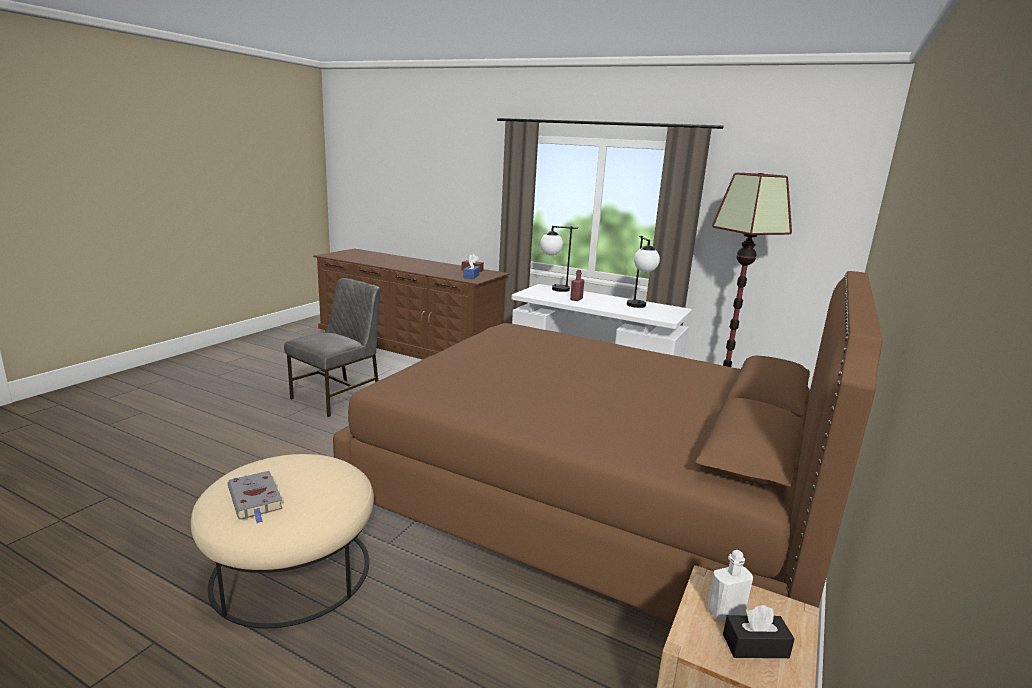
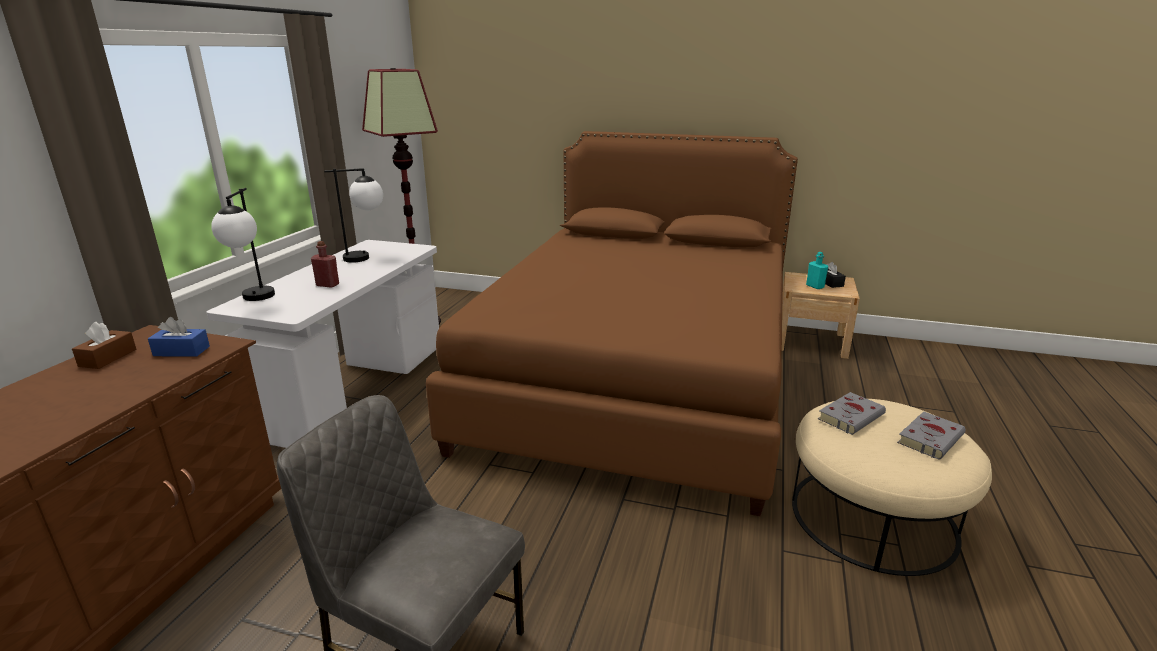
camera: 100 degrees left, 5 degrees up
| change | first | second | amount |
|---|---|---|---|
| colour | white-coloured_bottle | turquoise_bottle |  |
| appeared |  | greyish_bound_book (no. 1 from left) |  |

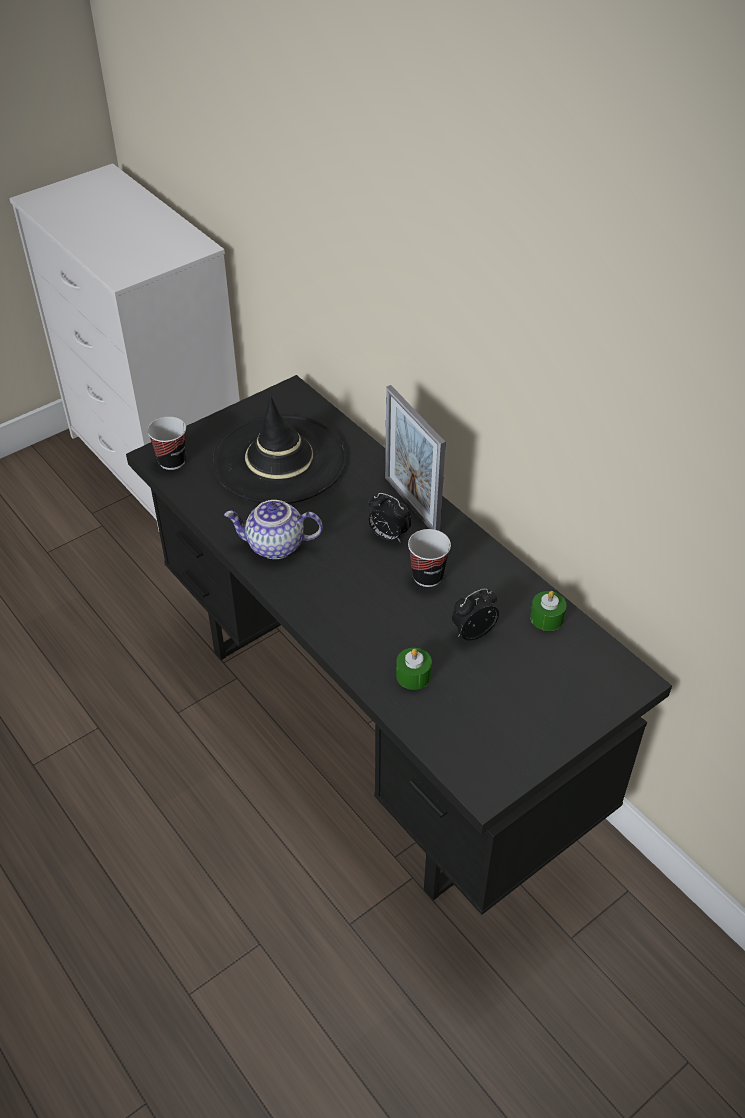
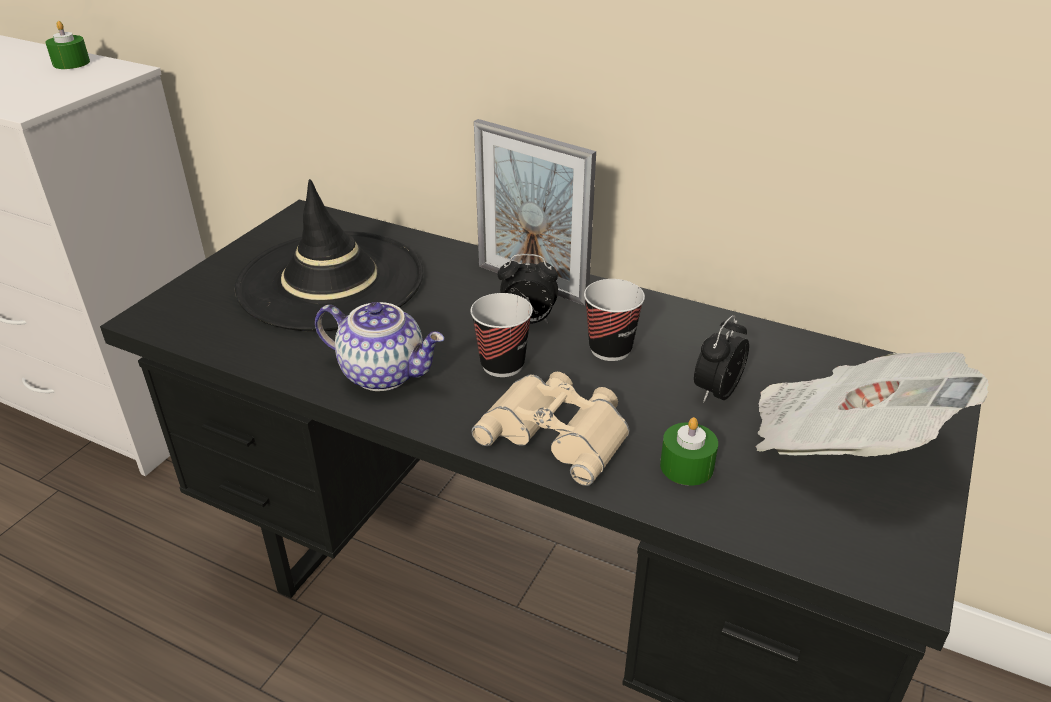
camera: 25 degrees left, 10 degrees down
| change | first | second | amount |
|---|---|---|---|
| relocated | green-coloured_wax_light (no. 2 from left in the first image) | green-coloured_wax_light (no. 1 from left) |  |
| spun | tea_pot |  | 135 degrees counterclockwise |
| relocated | cup (no. 1 from left) |  |  |
| appeared |  | beige-coloured_pair_of_binoculars |  |
| appeared |  | daily_paper |  |

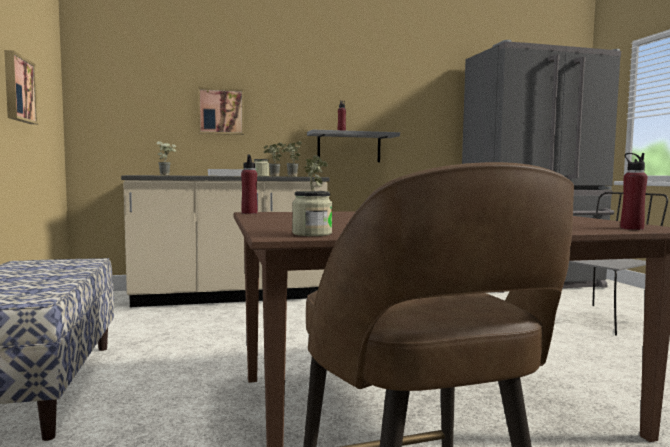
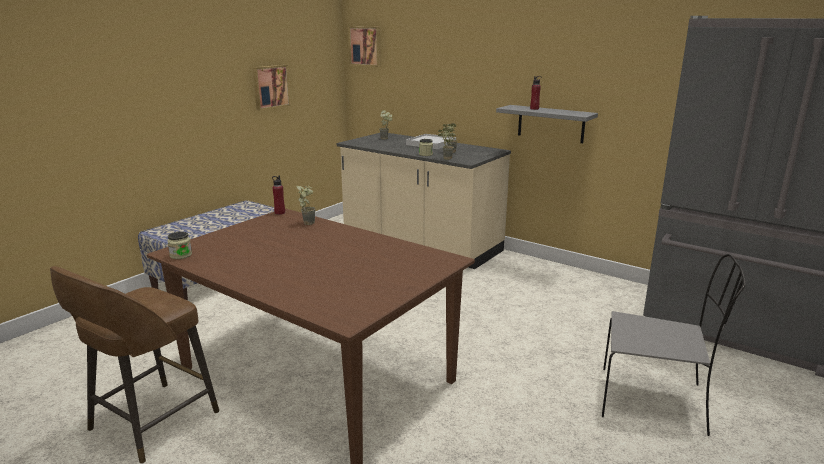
camera: 50 degrees right, 15 degrees up
| change | first | second | amount |
|---|---|---|---|
| relocated | picture (no. 2 from left) |  |  |
| missing | reddish_bottle (no. 3 from left) |  |  |

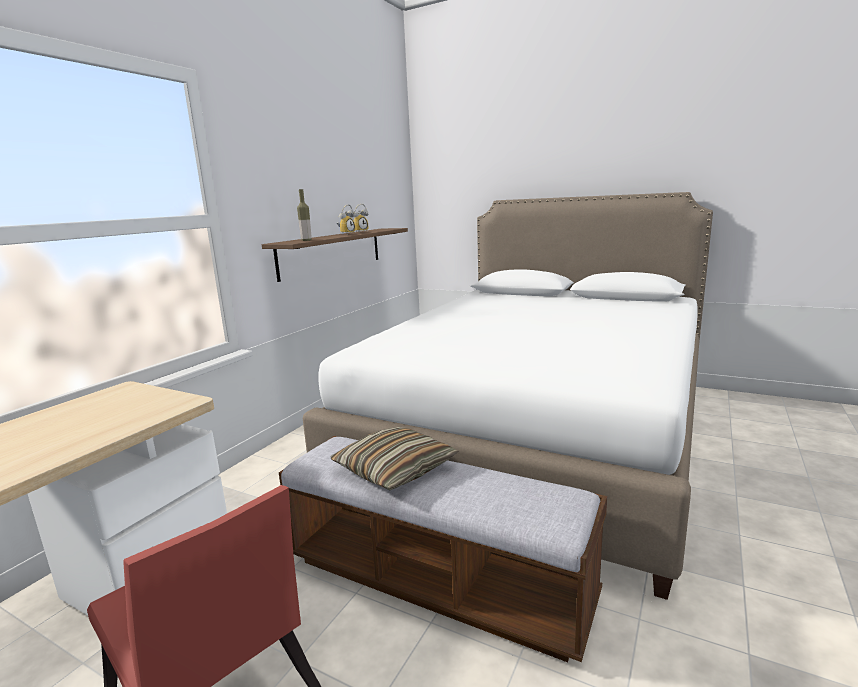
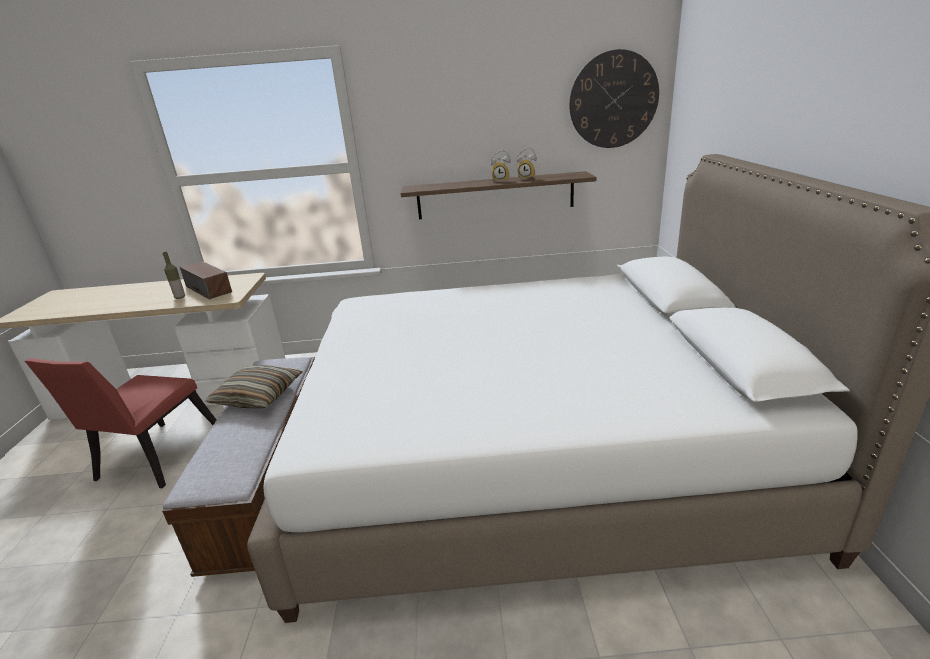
camera: 60 degrees right, 10 degrees up
| change | first | second | amount |
|---|---|---|---|
| relocated | bottle |  |  |
| appeared |  | speaker |  |
| appeared |  | clock_on_the_wall |  |

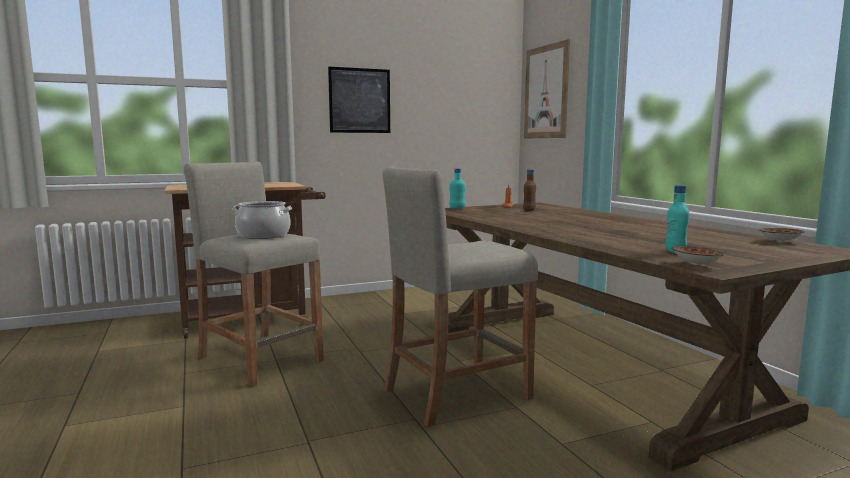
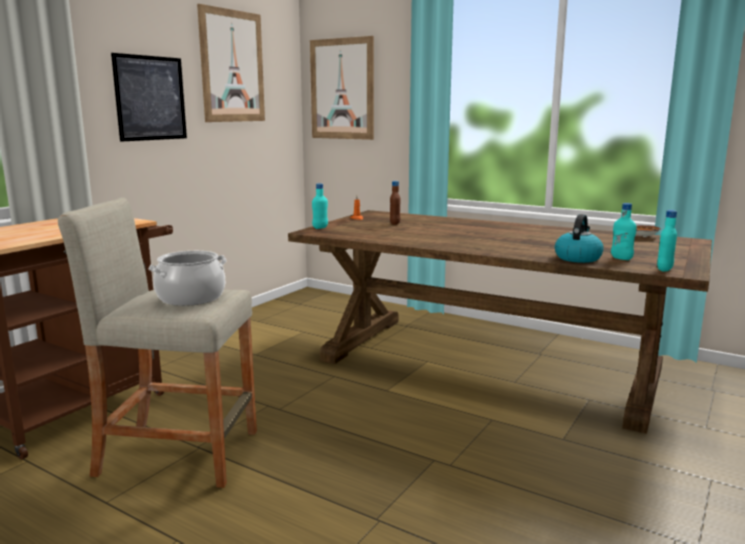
camera: 35 degrees left, 5 degrees up
| change | first | second | amount |
|---|---|---|---|
| appeared |  | picture (no. 2 from left) |  |
| appeared |  | kettle |  |
| exchanged | bowl (no. 1 from left) | turquoise_bottle (no. 3 from left) |  |
| missing | beige-coloured_stool (no. 2 from left) |  |  |

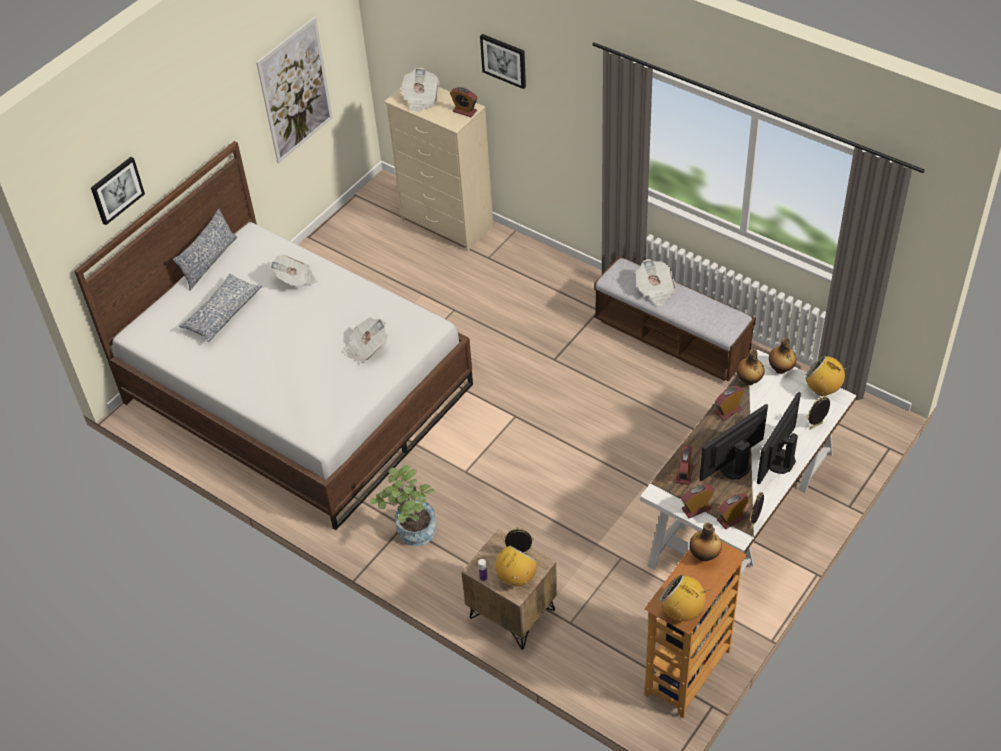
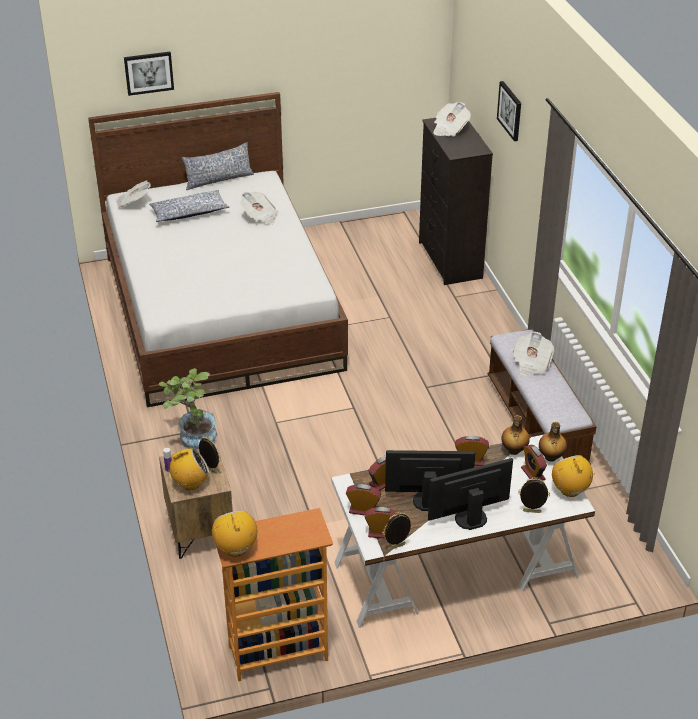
camera: 35 degrees right, 10 degrees down
| change | first | second | amount |
|---|---|---|---|
| relocated | daily_paper (no. 2 from left in the first image) | daily_paper (no. 1 from left) |  |
| colour | beige-coloured_drawer_chest | black-coloured_drawer_chest |  |
| relocated | alarm_clock (no. 1 from left in the first image) | alarm_clock (no. 5 from left) |  |
| missing | picture (no. 2 from left) |  |  |
| missing | bottle (no. 2 from left) |  |  |

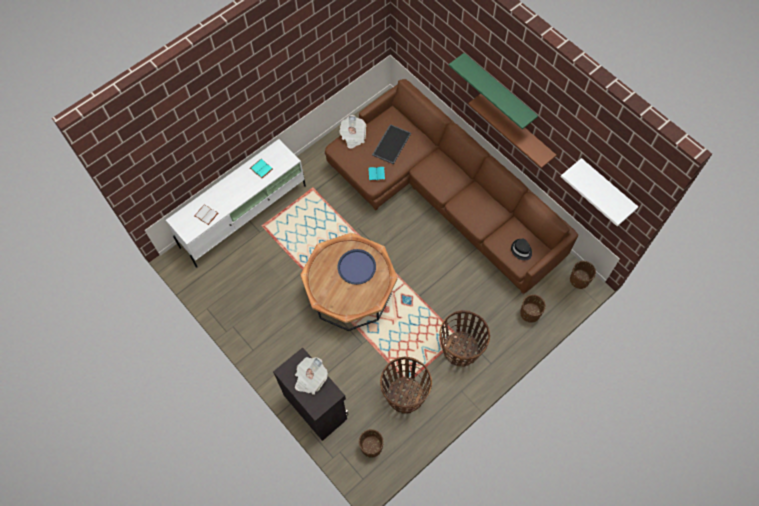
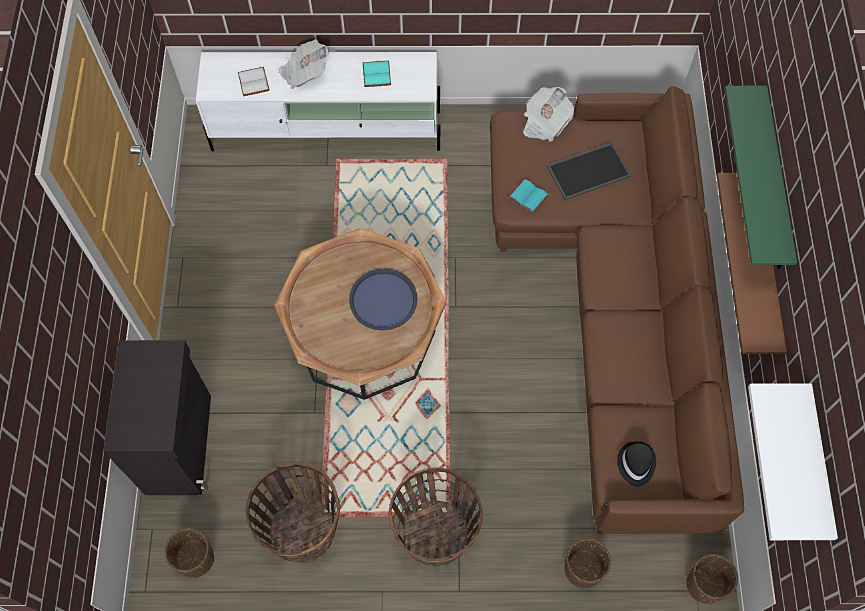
camera: 40 degrees right, 0 degrees up
| change | first | second | amount |
|---|---|---|---|
| relocated | daily_paper (no. 1 from left) |  |  |

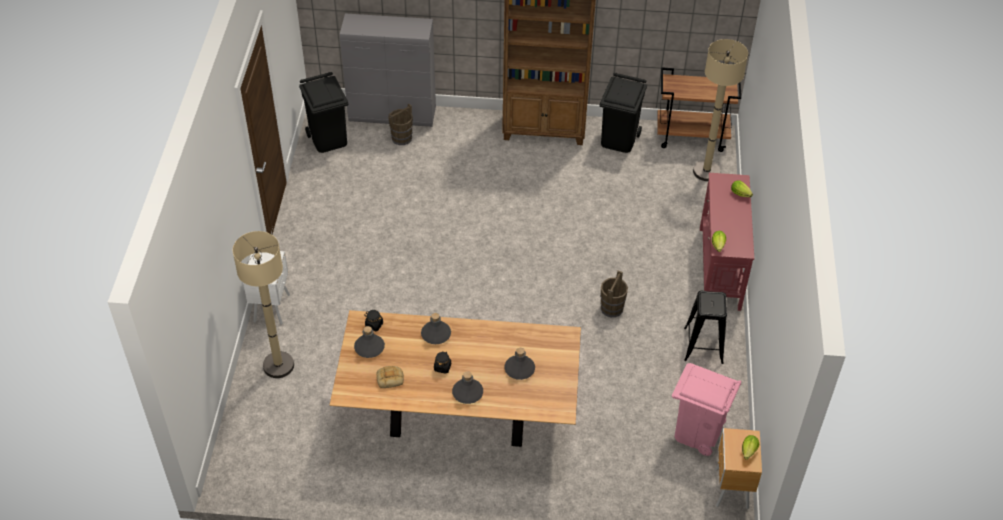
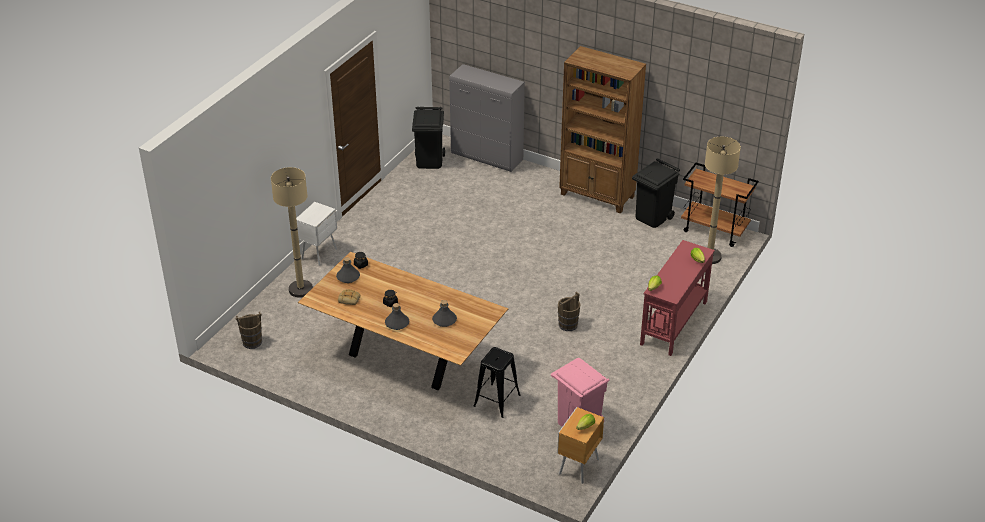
camera: 25 degrees right, 10 degrees down
| change | first | second | amount |
|---|---|---|---|
| relocated | brown_pail (no. 1 from left) |  |  |
| relocated | black-coloured_stool |  |  |
| missing | greyish_bottle (no. 2 from left) |  |  |

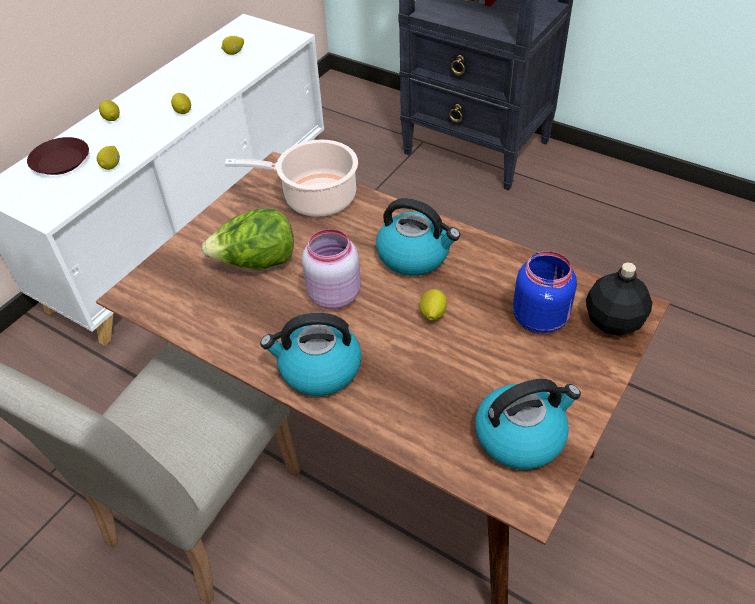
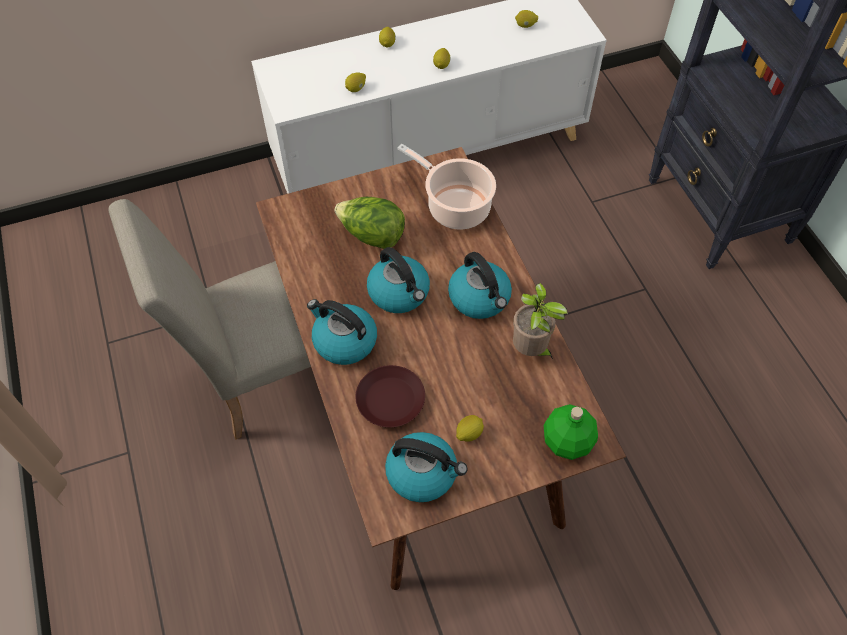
camera: 35 degrees right, 10 degrees up
| change | first | second | amount |
|---|---|---|---|
| relocated | brown_dinner_plate |  |  |
| exchanged | pink-coloured_storage_jar | kettle (no. 2 from left) |  |
| relocated | citrus_fruit (no. 5 from left in the first image) | citrus_fruit (no. 4 from left) |  |
| appeared |  | houseplant |  |
| colour | black-coloured_bottle | green-coloured_bottle |  |
| missing | blue-coloured_storage_jar |  |  |

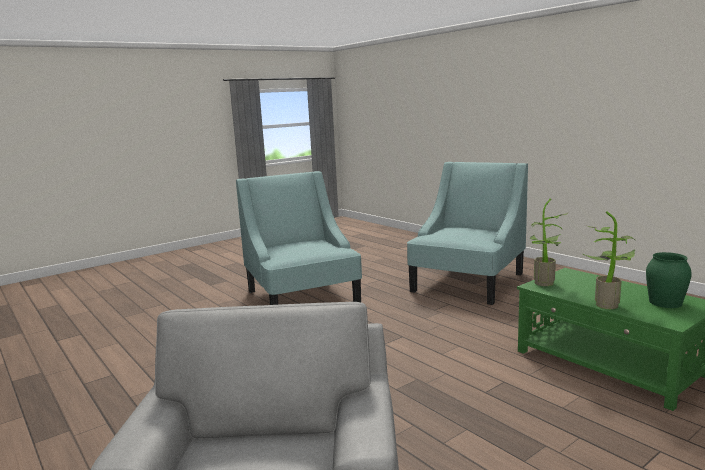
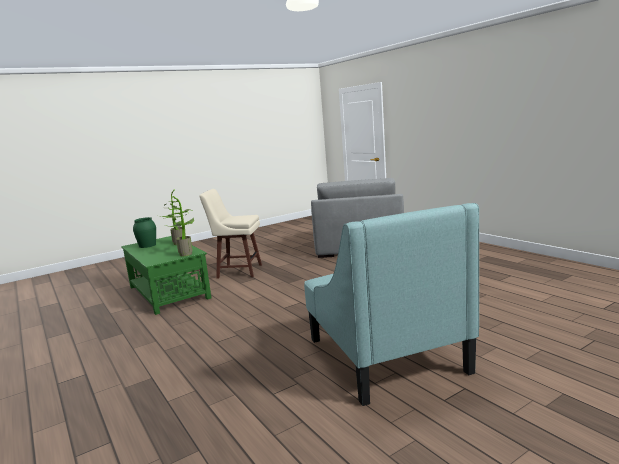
camera: 175 degrees left, 0 degrees up
| change | first | second | amount |
|---|---|---|---|
| appeared |  | beige-coloured_stool |  |
| missing | turquoise_lounge_chair (no. 2 from left) |  |  |

